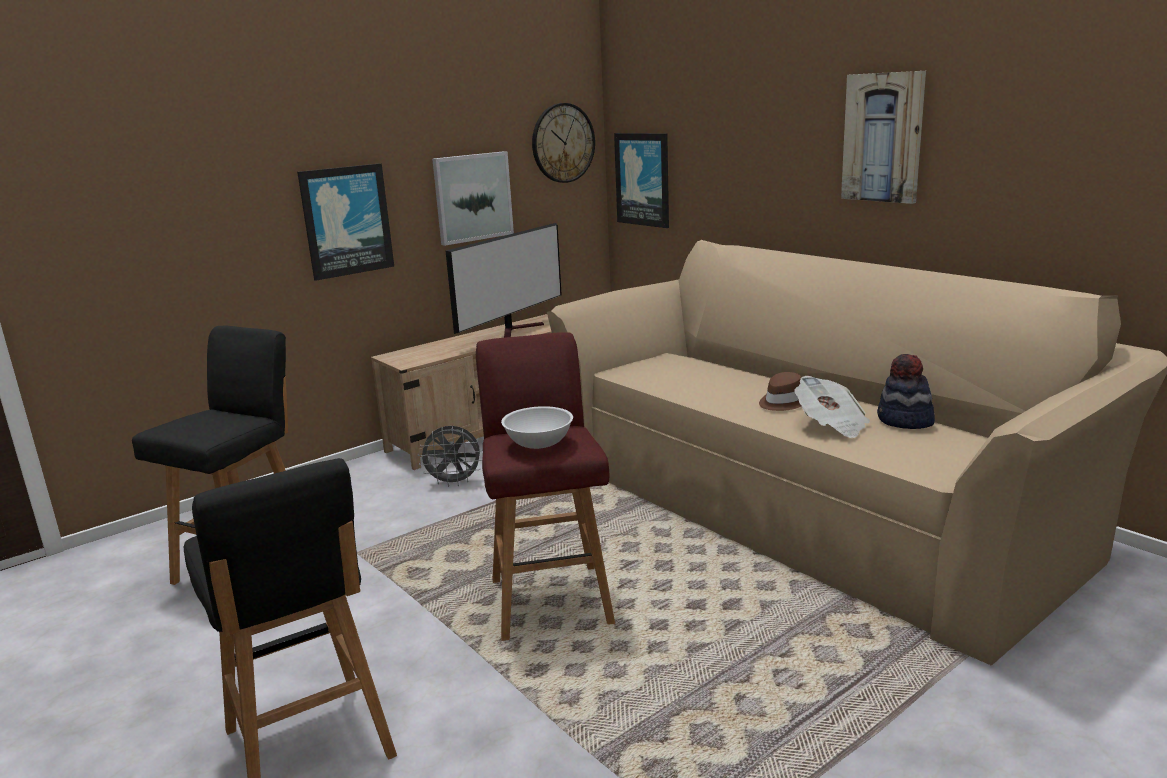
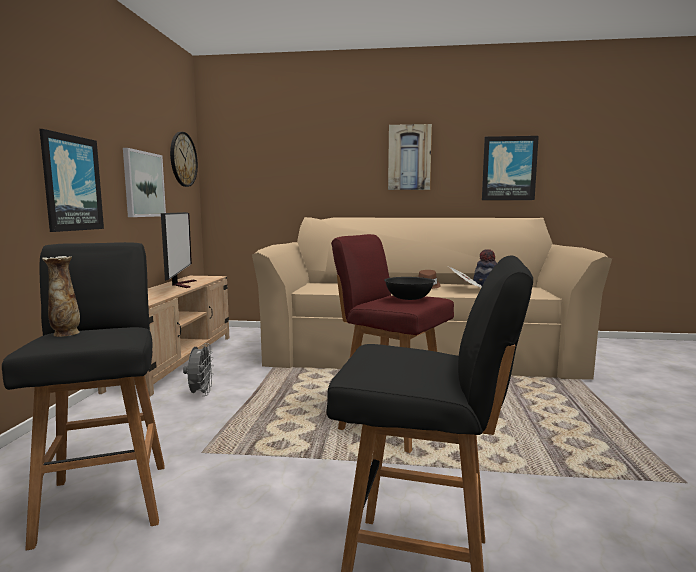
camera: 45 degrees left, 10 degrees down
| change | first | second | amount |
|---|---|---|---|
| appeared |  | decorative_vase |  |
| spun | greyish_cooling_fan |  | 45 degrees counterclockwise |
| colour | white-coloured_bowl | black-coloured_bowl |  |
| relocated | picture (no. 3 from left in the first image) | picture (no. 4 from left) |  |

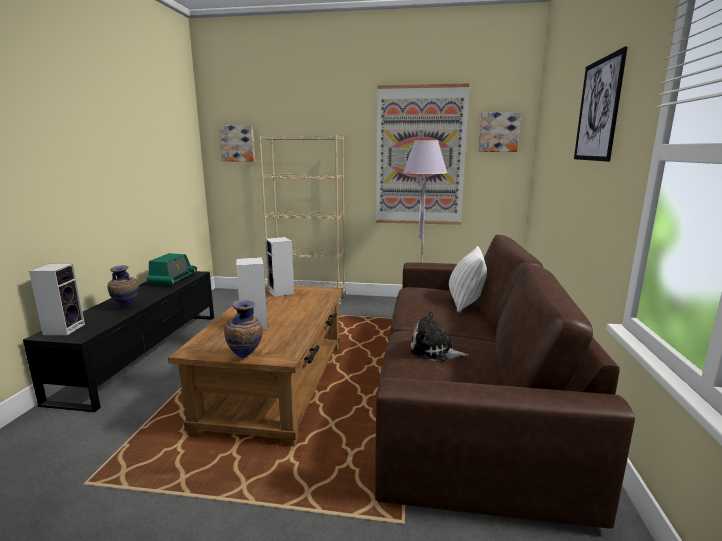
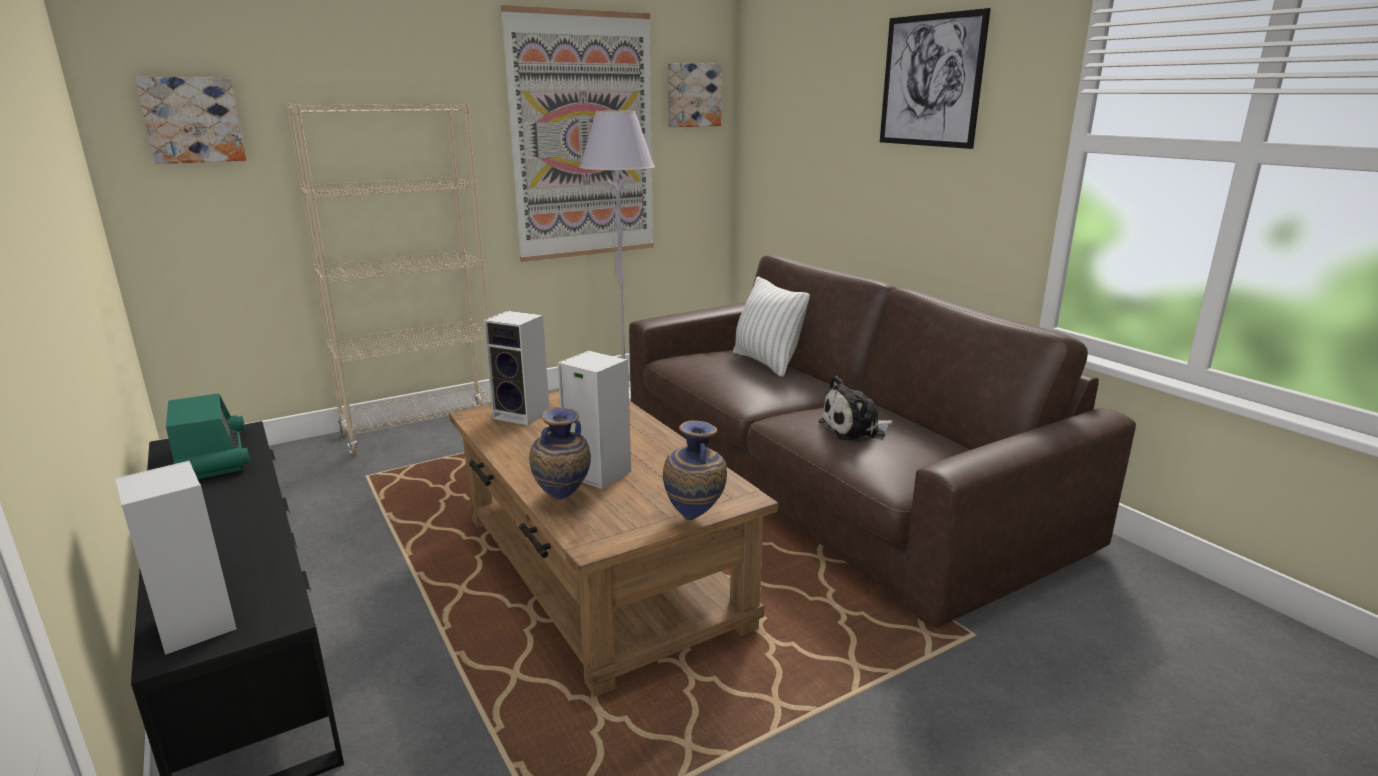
camera: 40 degrees left, 5 degrees up
| change | first | second | amount |
|---|---|---|---|
| relocated | decorative_vase (no. 1 from left) |  |  |

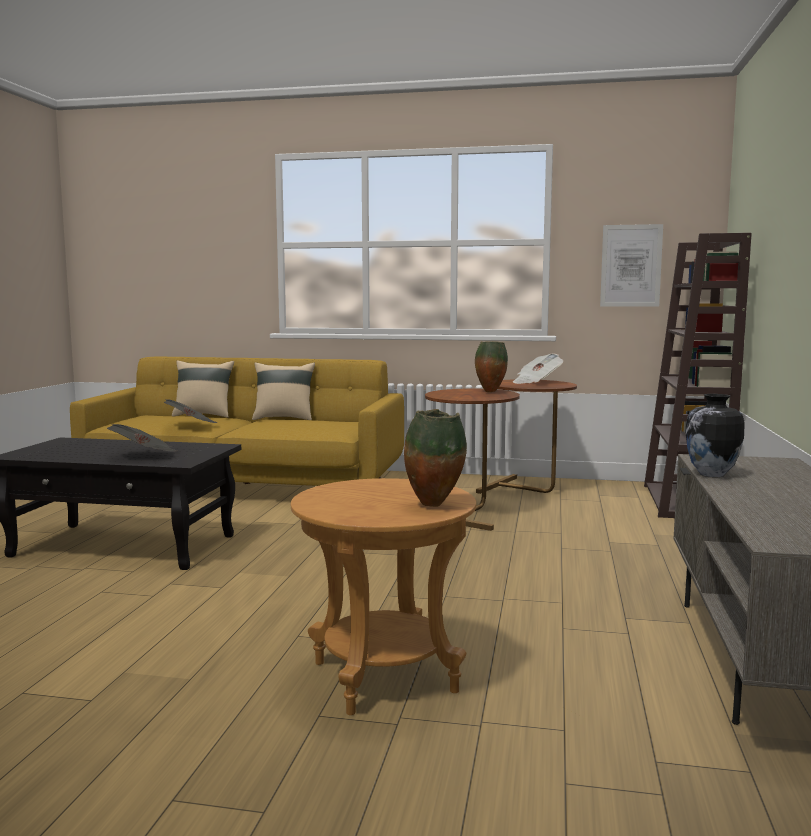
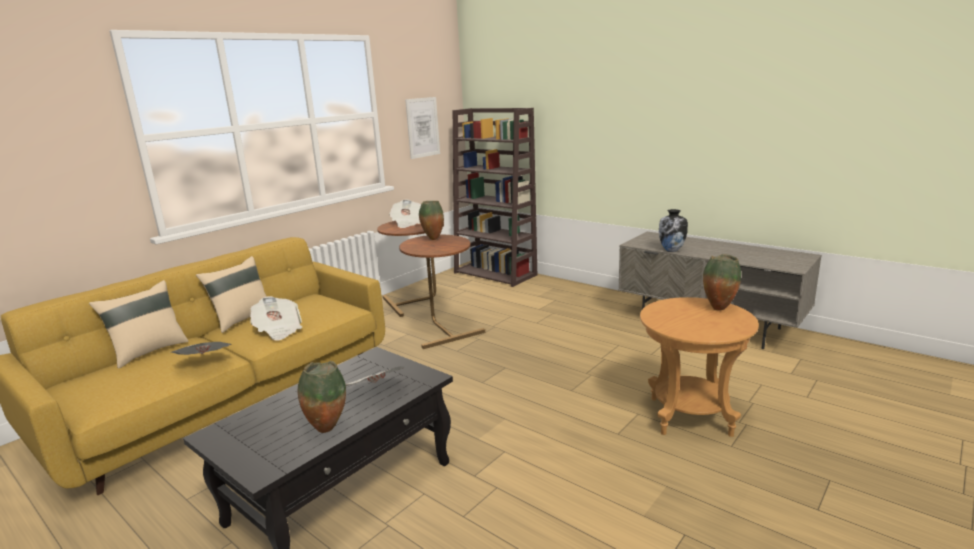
camera: 60 degrees left, 10 degrees up
| change | first | second | amount |
|---|---|---|---|
| appeared |  | daily_paper (no. 2 from left) |  |
| appeared |  | decorative_vase (no. 1 from left) |  |

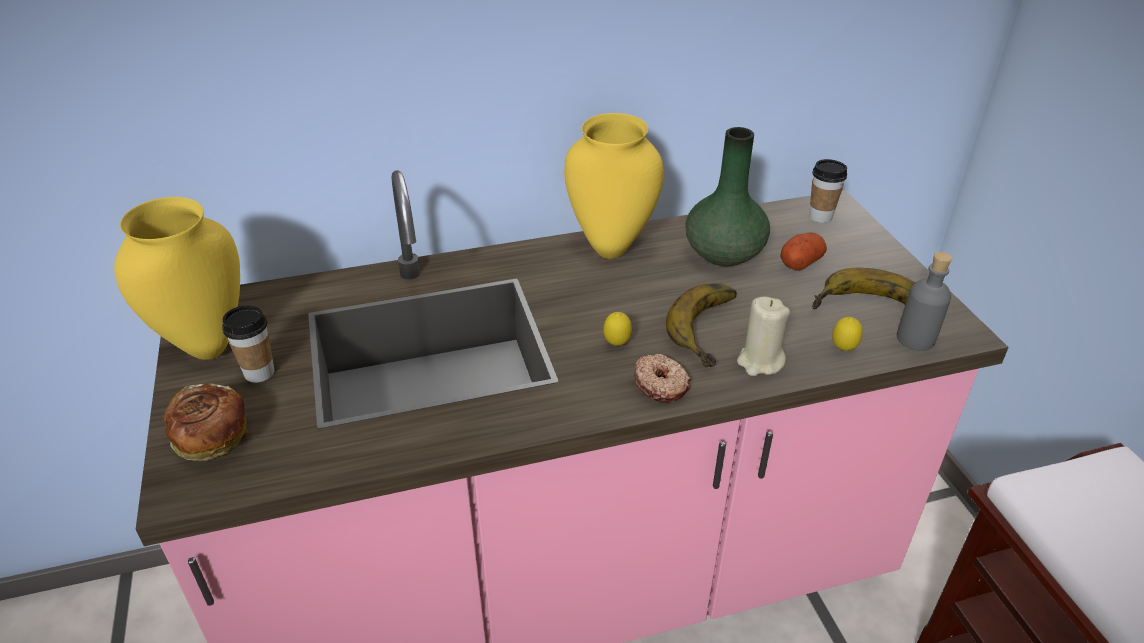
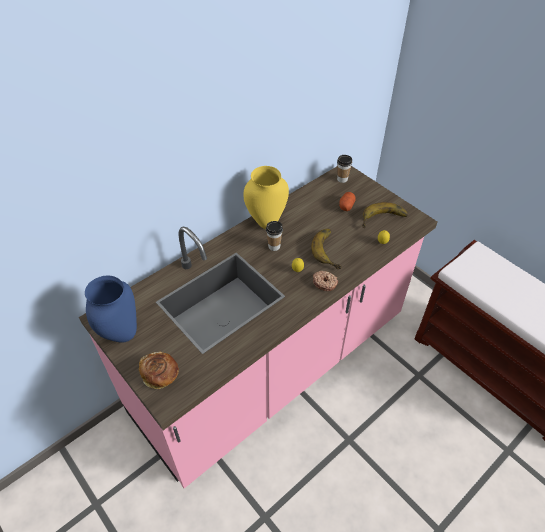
camera: 25 degrees left, 10 degrees up
| change | first | second | amount |
|---|---|---|---|
| colour | yellowish_decorative_vase (no. 1 from left) | blue-coloured_decorative_vase |  |
| relocated | cup (no. 1 from left) |  |  |
| missing | green-coloured_decorative_vase |  |  |
| missing | beige-coloured_wax_light |  |  |
| missing | greyish_bottle |  |  |

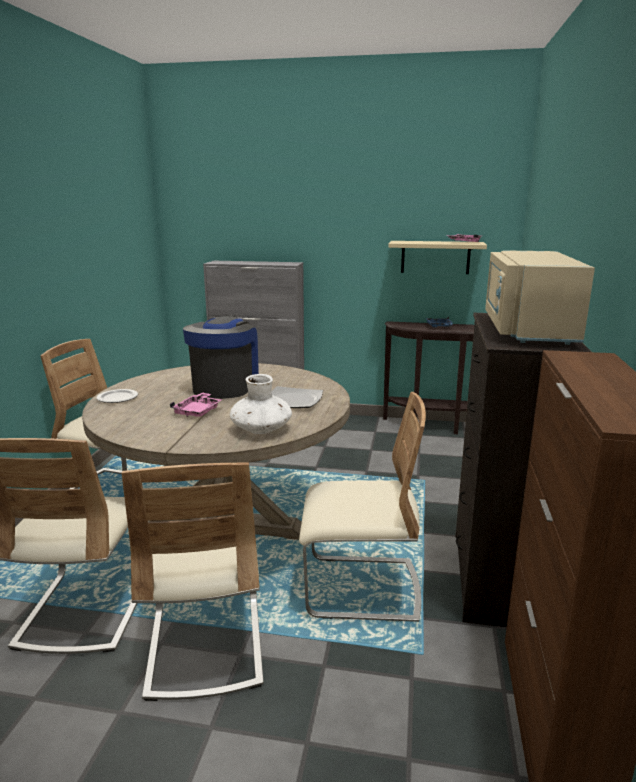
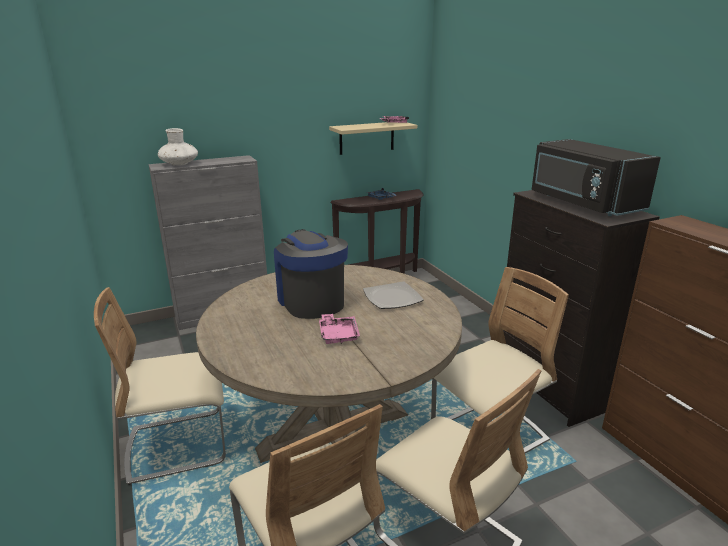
camera: 35 degrees left, 5 degrees up
| change | first | second | amount |
|---|---|---|---|
| relocated | white-coloured_decorative_vase |  |  |
| colour | beige-coloured_microwave | black-coloured_microwave |  |
| missing | dinner_plate (no. 1 from left) |  |  |

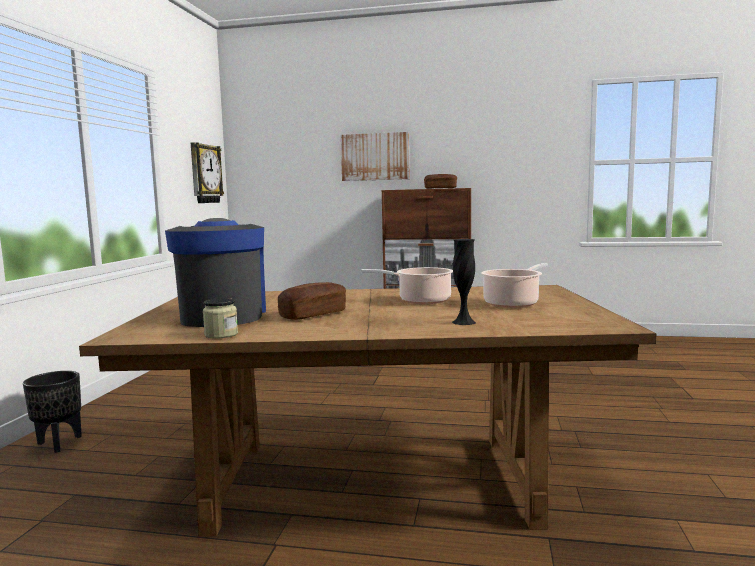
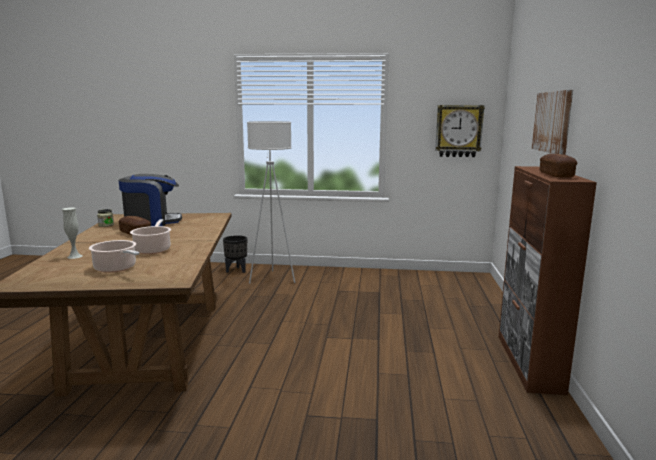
camera: 85 degrees right, 5 degrees up
| change | first | second | amount |
|---|---|---|---|
| colour | black-coloured_decorative_vase | white-coloured_decorative_vase |  |
| appeared |  | white-coloured_floor_lamp |  |

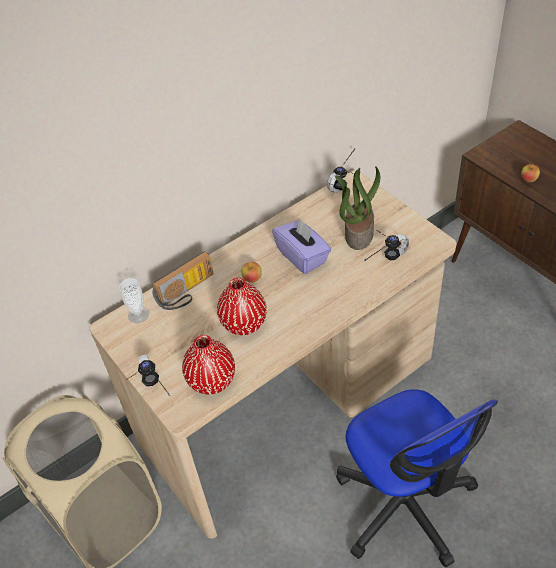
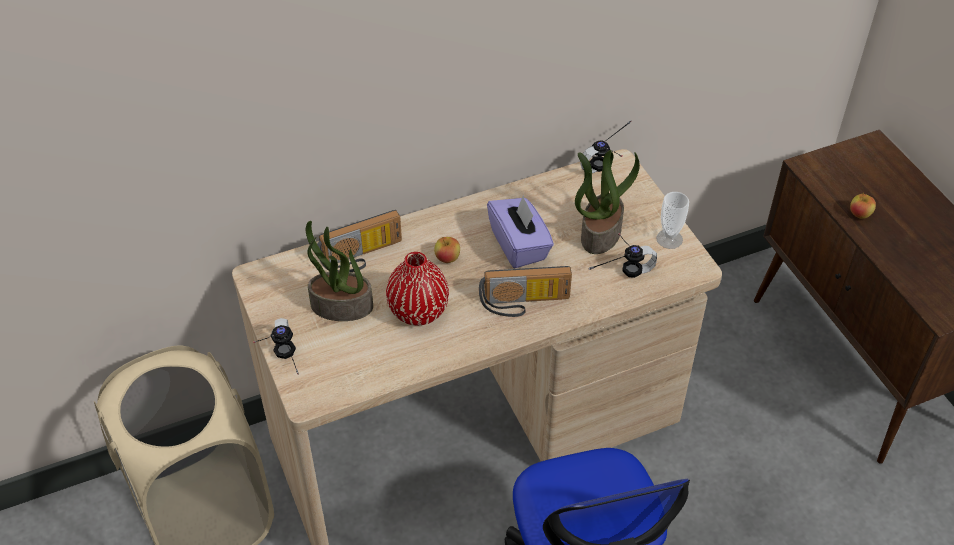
camera: 10 degrees right, 0 degrees up
| change | first | second | amount |
|---|---|---|---|
| appeared |  | houseplant (no. 1 from left) |  |
| appeared |  | radio (no. 2 from left) |  |
| relocated | cup |  |  |
| missing | reddish_decorative_vase (no. 1 from left) |  |  |

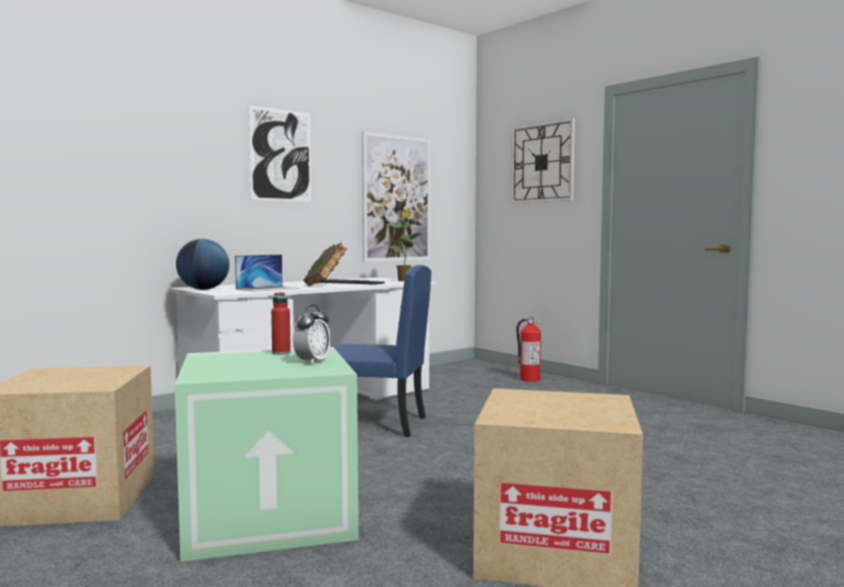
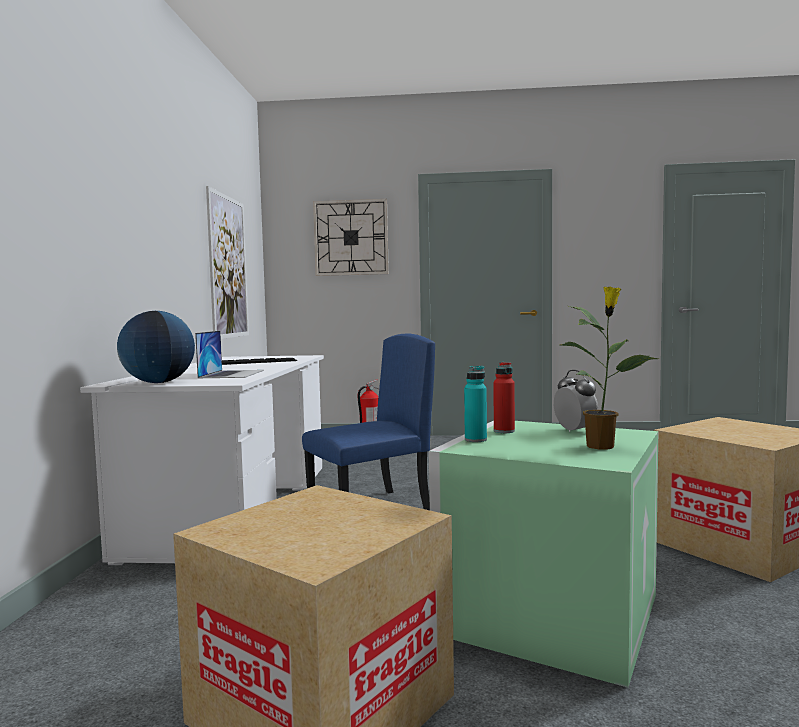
camera: 45 degrees left, 0 degrees up
| change | first | second | amount |
|---|---|---|---|
| appeared |  | turquoise_bottle |  |
| relocated | houseplant |  |  |
| missing | picture (no. 1 from left) |  |  |
| missing | bound_book |  |  |

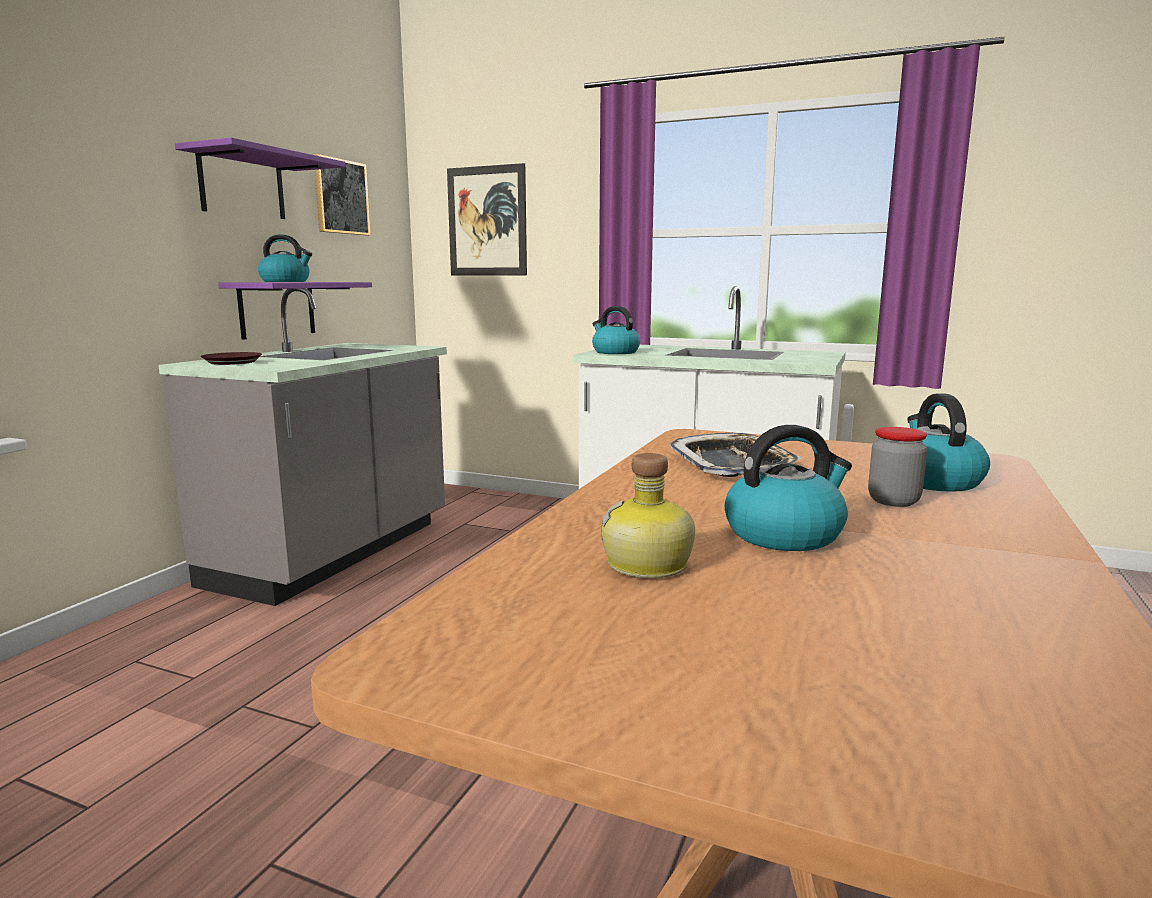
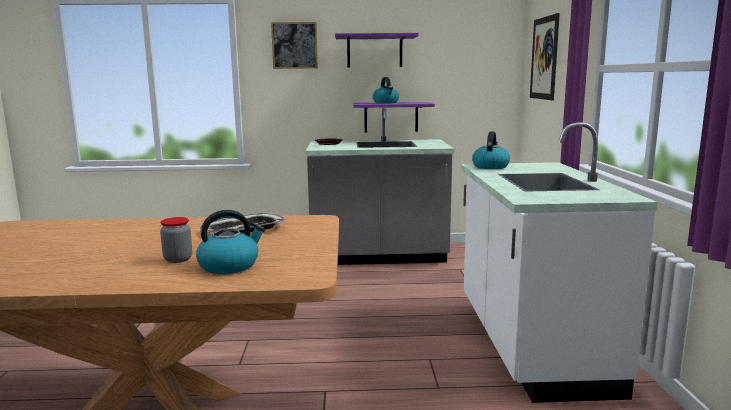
camera: 65 degrees right, 0 degrees up
| change | first | second | amount |
|---|---|---|---|
| relocated | picture (no. 1 from left) |  |  |
| missing | bottle |  |  |
| missing | kettle (no. 3 from left) |  |  |

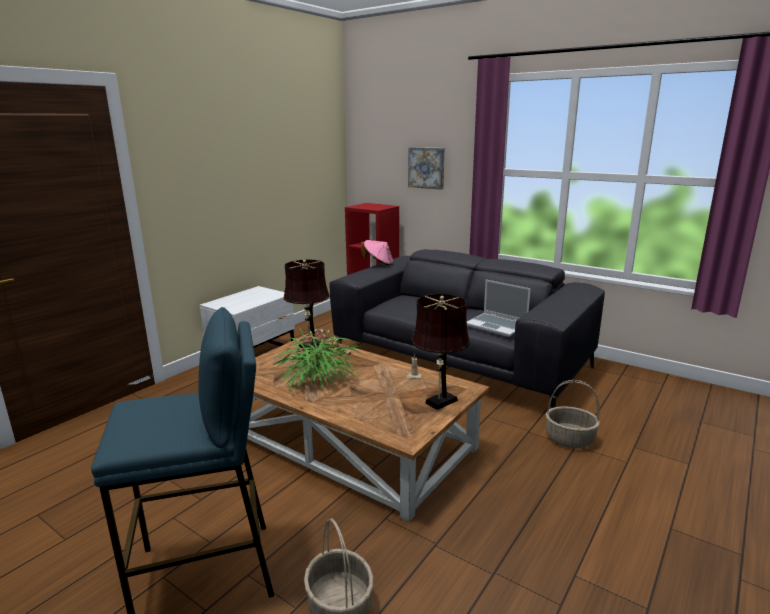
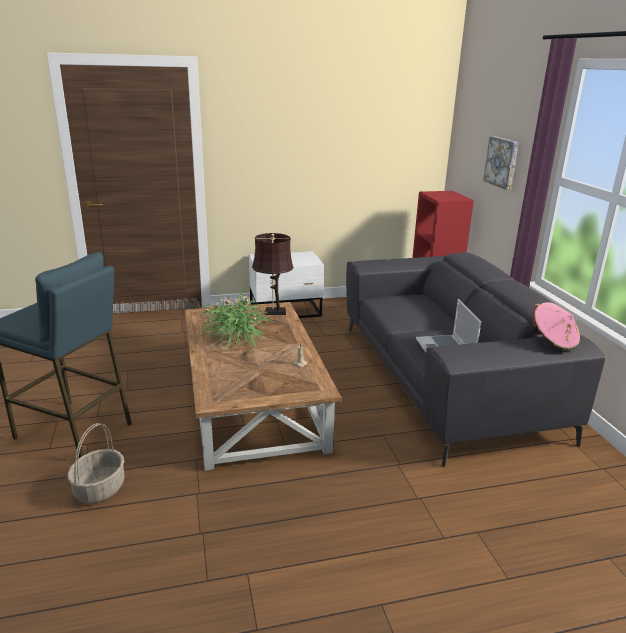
camera: 40 degrees right, 5 degrees up
| change | first | second | amount |
|---|---|---|---|
| relocated | pink-coloured_wearable_hat |  |  |
| missing | brown_table_lamp (no. 2 from left) |  |  |
| missing | basket (no. 2 from left) |  |  |

